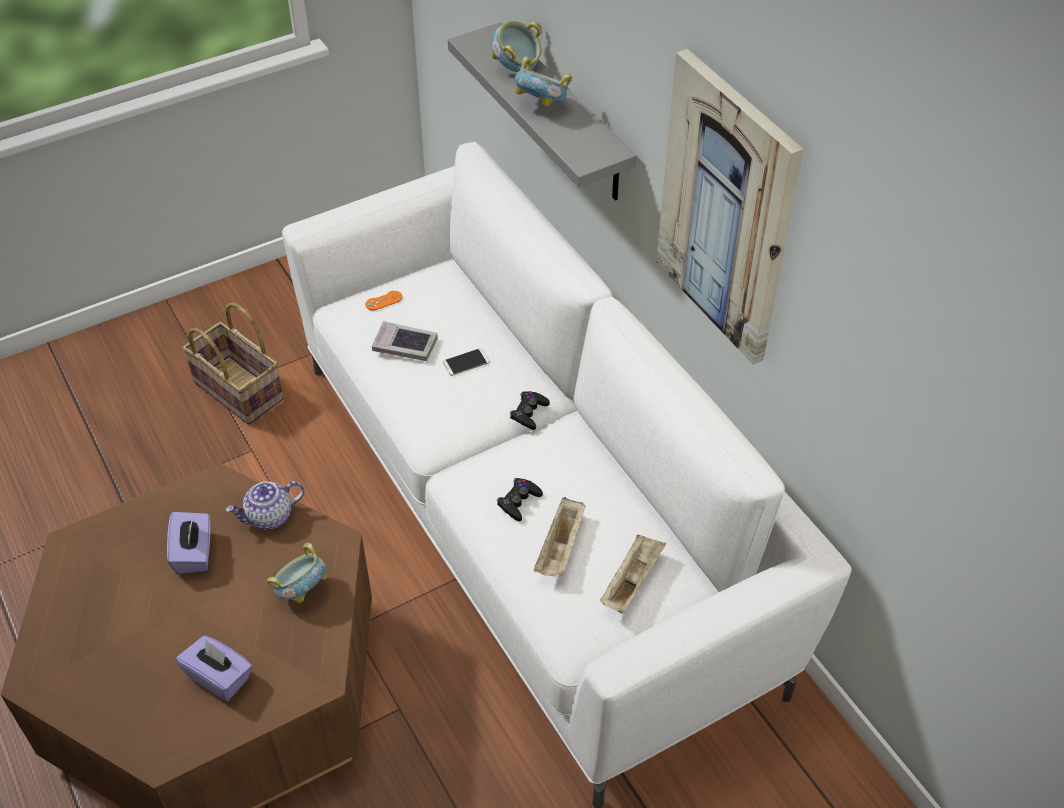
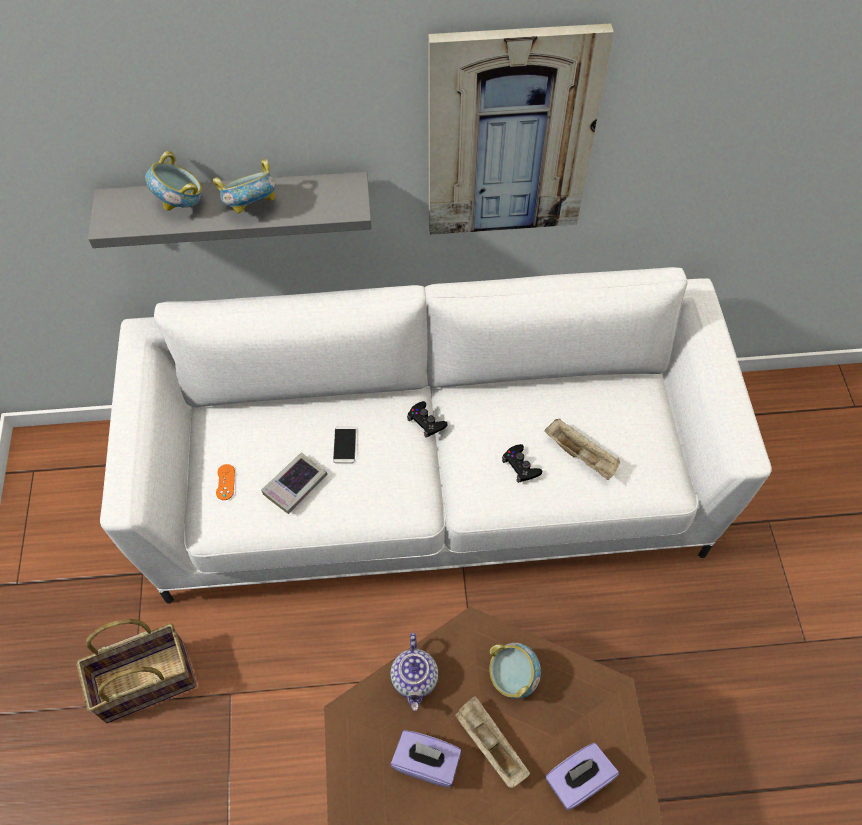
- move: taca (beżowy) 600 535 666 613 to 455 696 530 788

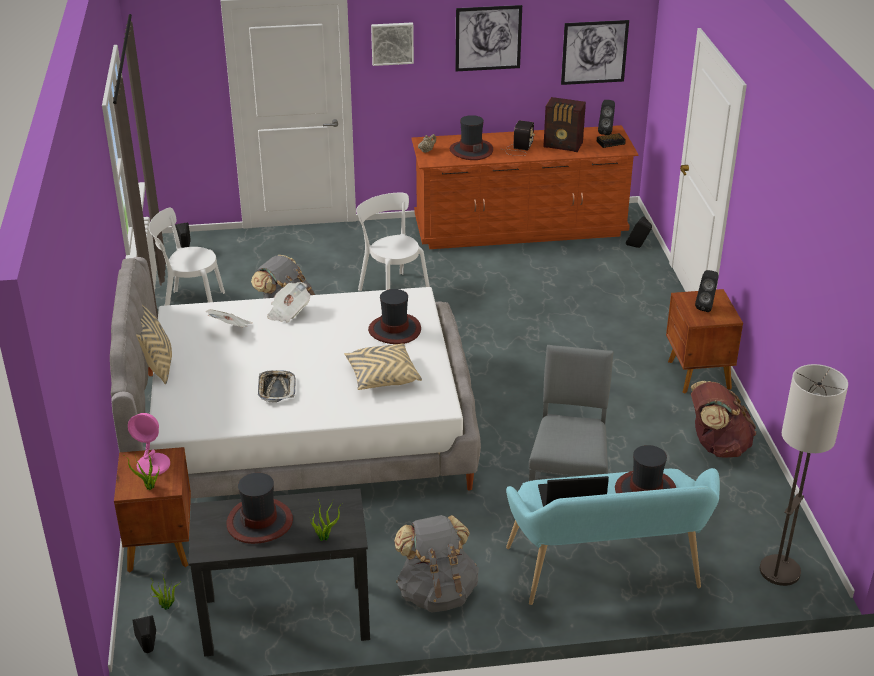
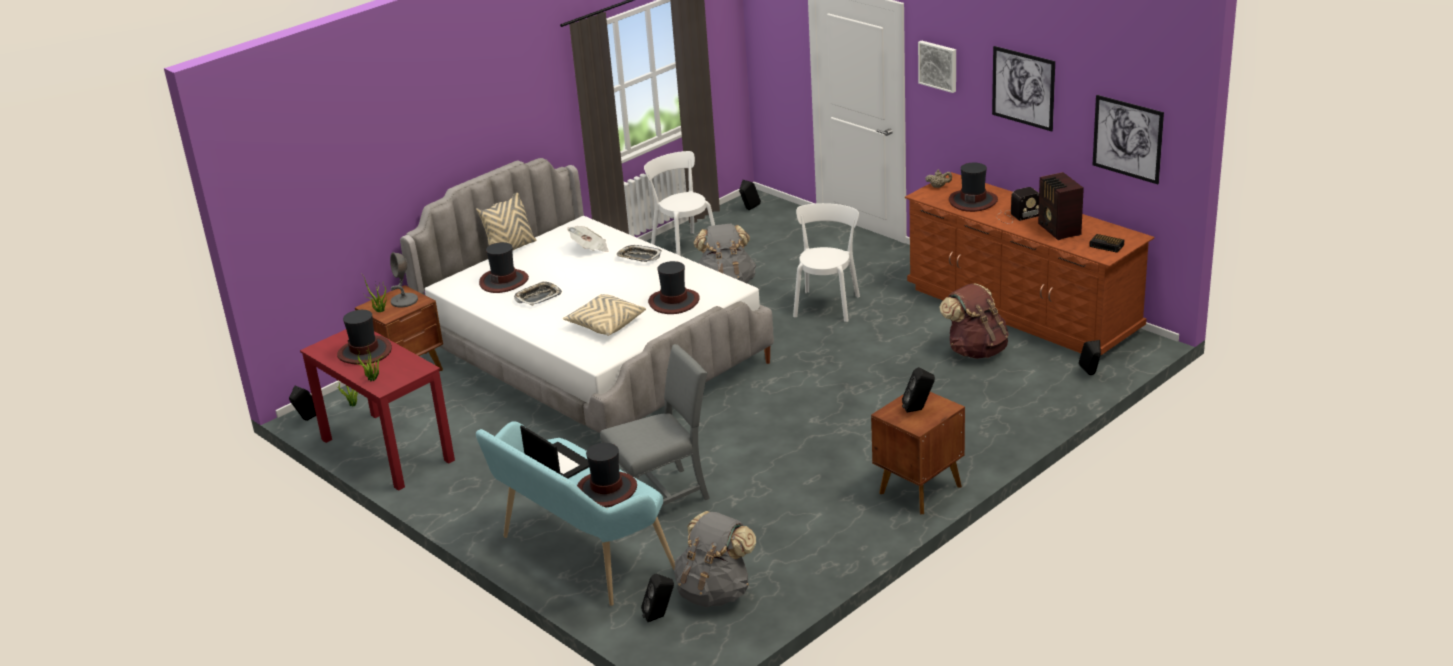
- recolor: lampa stołowa (różowy) 128 413 170 476 to lampa stołowa (szary) 390 252 418 308
- recolor: biurko (czarny) 188 489 370 657 to biurko (czerwony) 300 329 455 491
- replace: gazeta 267 282 310 323 to taca 617 245 662 262
- move: plecak (szary) 394 515 479 612 to 674 511 756 608
- move: głośnik (czarny) 598 100 615 135 to 641 574 674 622
- move: plecak (brązowy) 691 381 756 458 to 939 284 1009 359
- delete: lampa stojąca 760 364 848 586
- insert: kapelusz 479 242 529 293

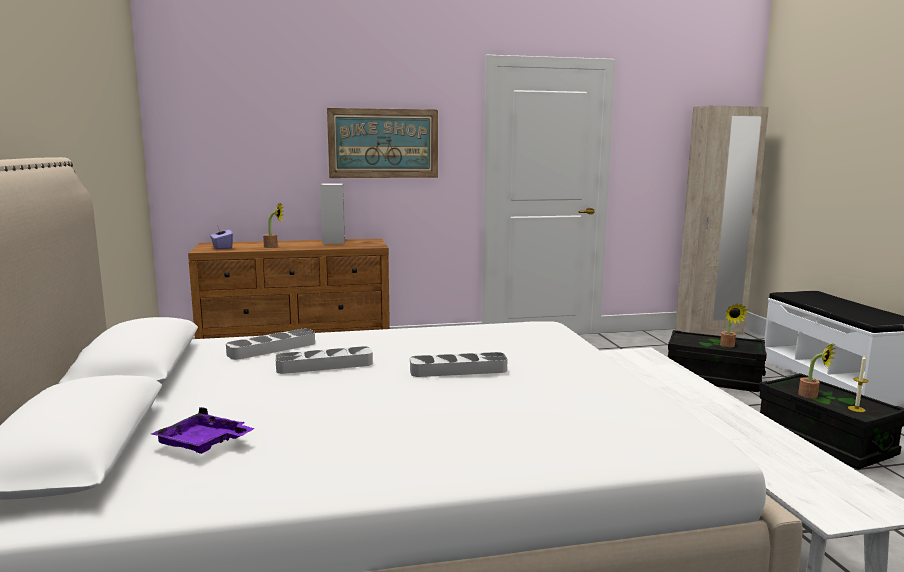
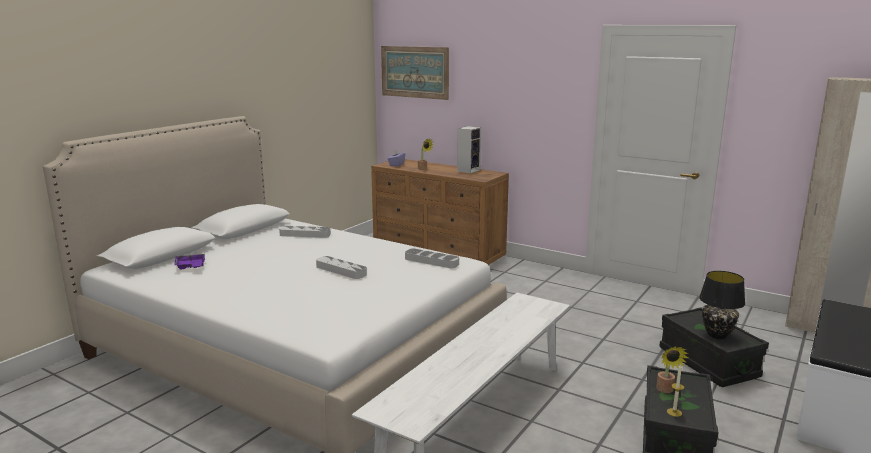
- move: taca (szary) 275 346 373 374 to 405 248 459 268
- move: obraz 327 108 438 178 to 381 46 449 100
- replace: roślina doniczkowa 720 304 748 347 to lampa stołowa (czarny) 699 271 745 339

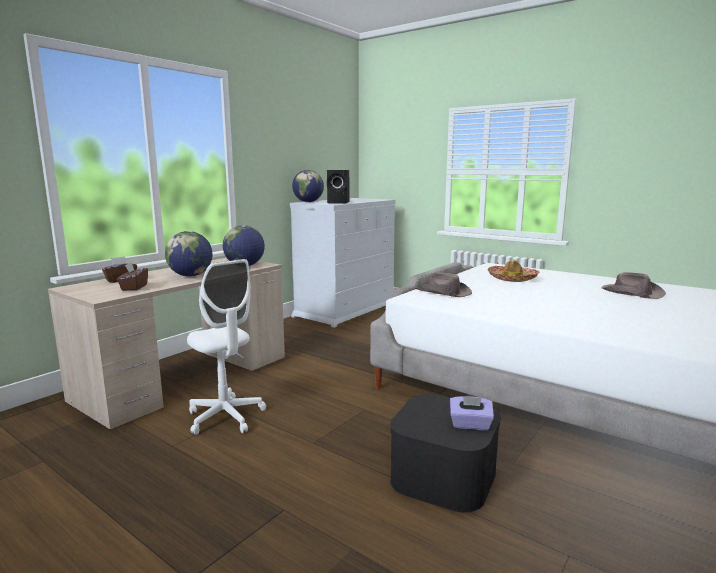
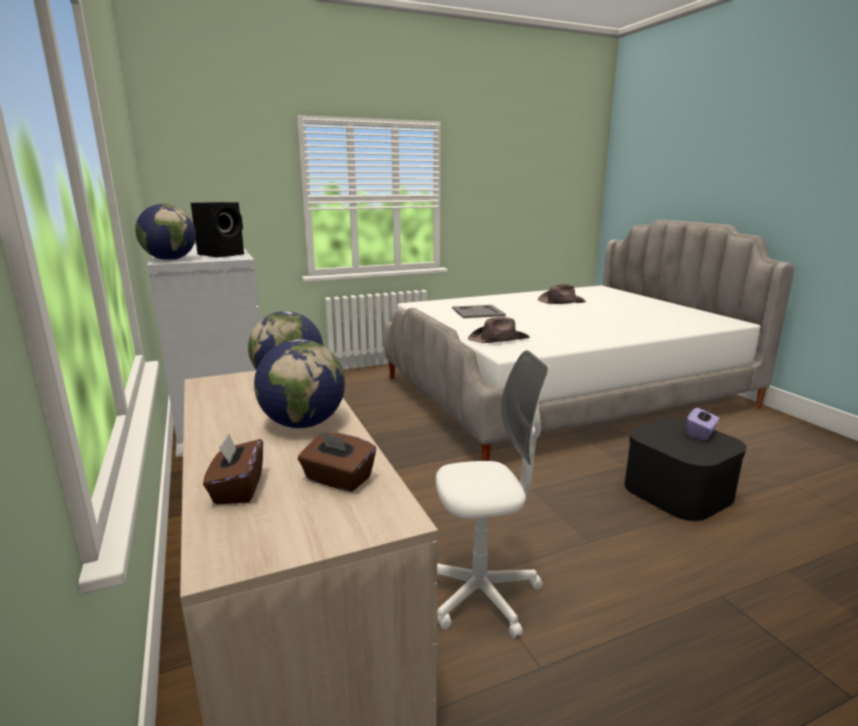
- replace: kapelusz 487 259 540 282 to taca (szary) 452 305 506 318

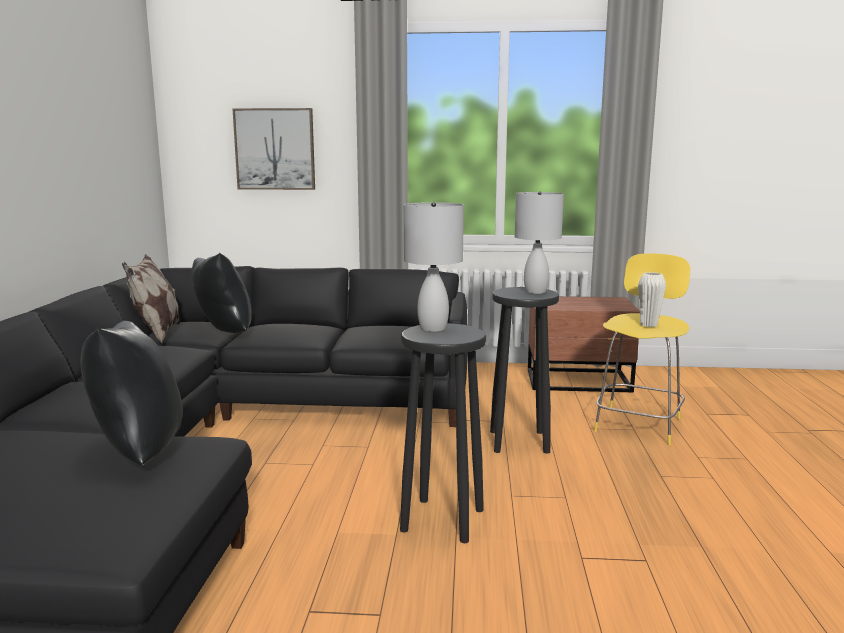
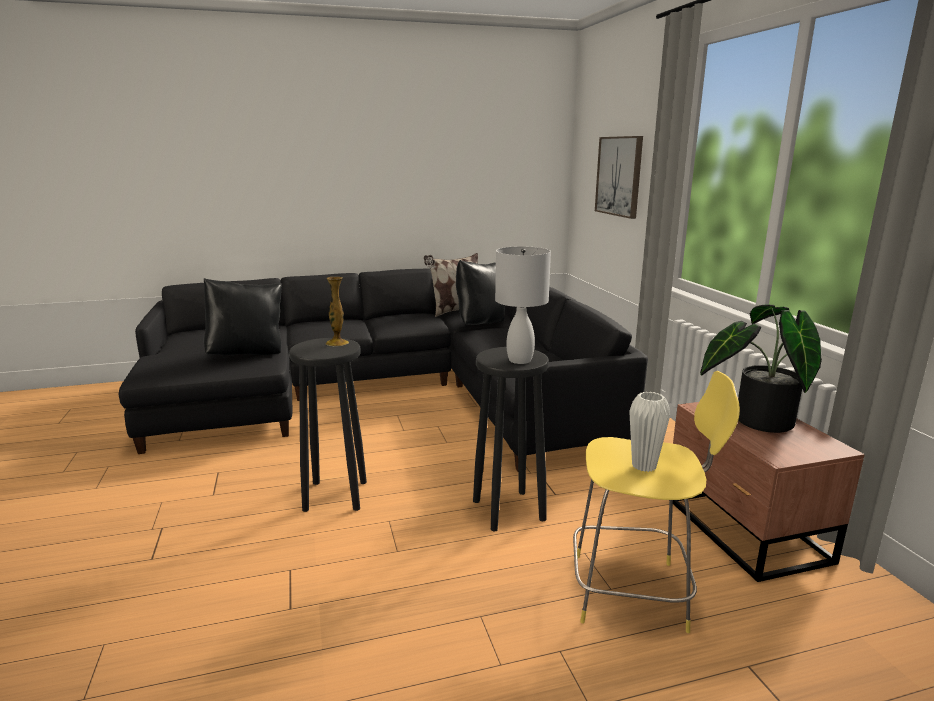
- replace: lampa stołowa (biały) 404 202 464 332 to wazon 326 277 349 346
- insert: roślina doniczkowa 700 305 822 433

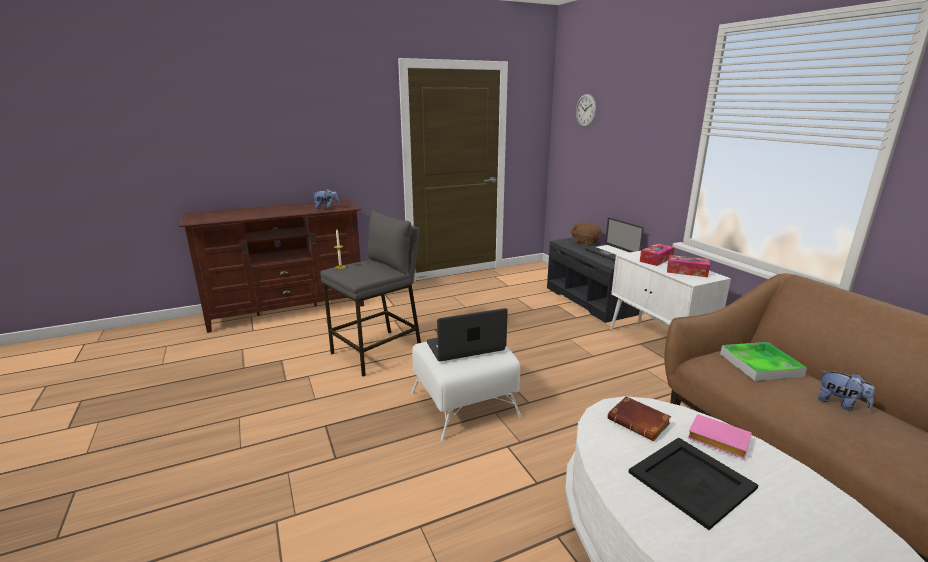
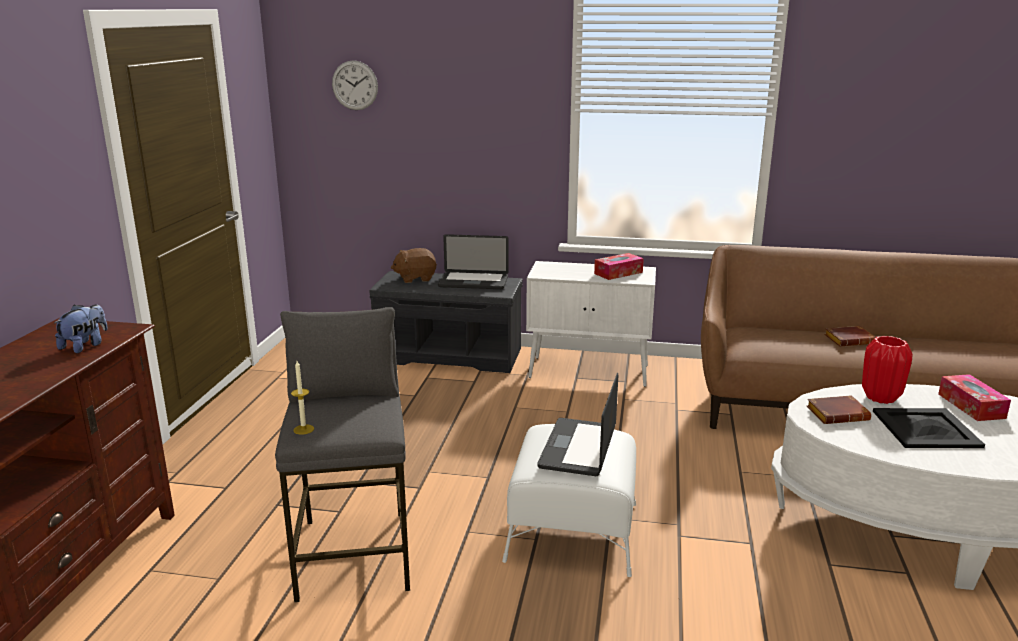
- move: pudełko chusteczek 640 243 675 266 to 938 374 1011 421
- replace: książka (różowy) 688 414 752 459 to wazon (czerwony) 862 336 913 404
- delete: taca 720 342 807 381
- replace: pluszak 818 371 875 410 to książka (brązowy) 824 326 876 346

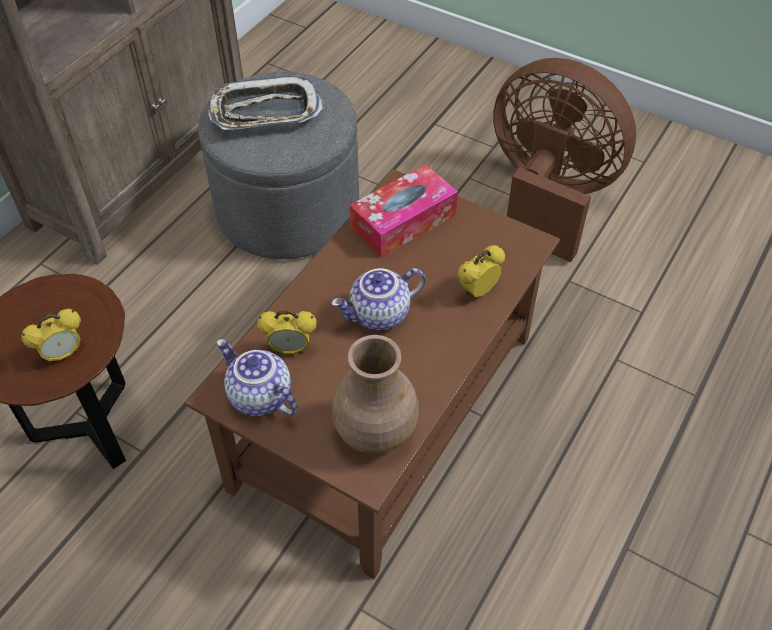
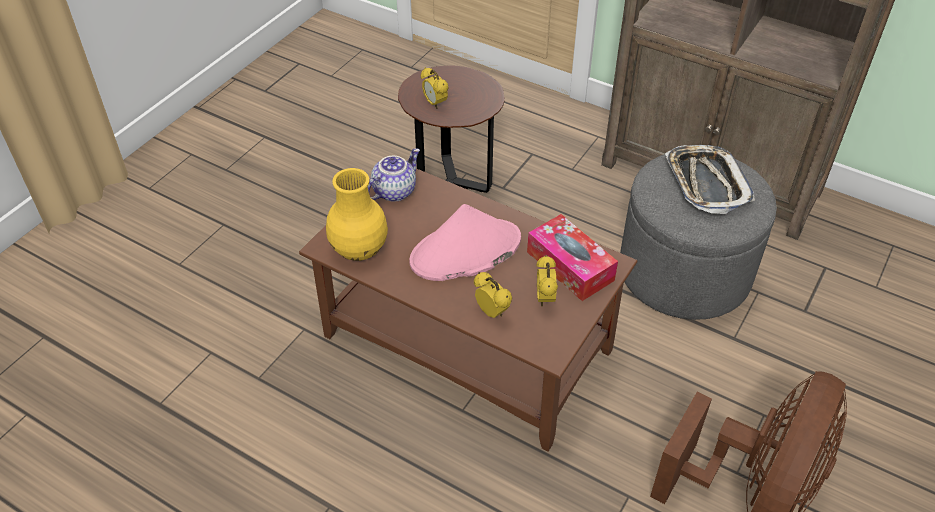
- move: budzik 257 310 317 354 to 537 255 558 306
- replace: imbryk 331 268 425 330 to kapelusz (różowy) 409 204 521 281
- recolor: wazon (brązowy) 332 335 419 454 to wazon (żółty) 326 168 388 261

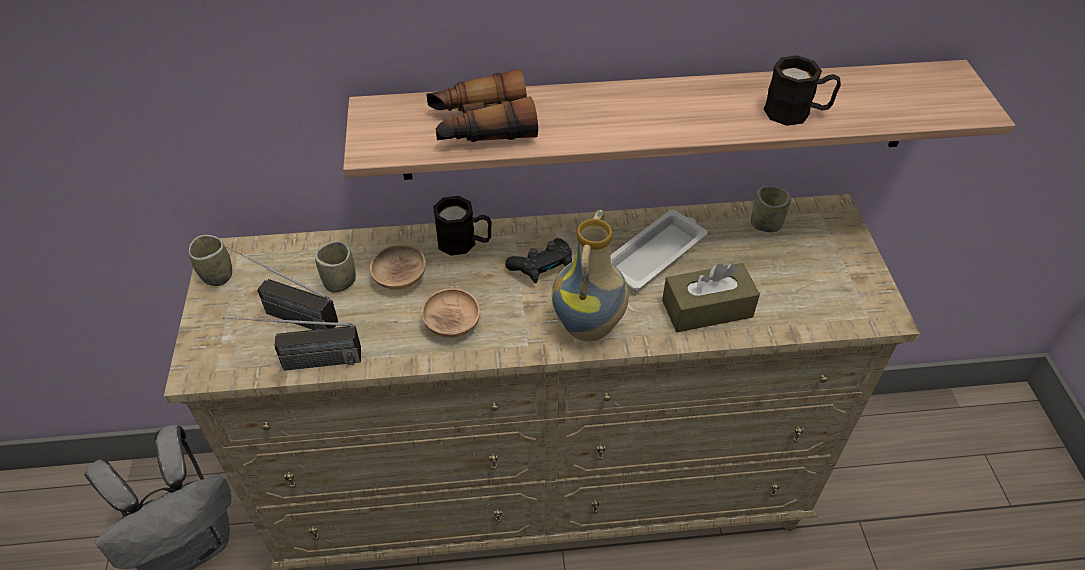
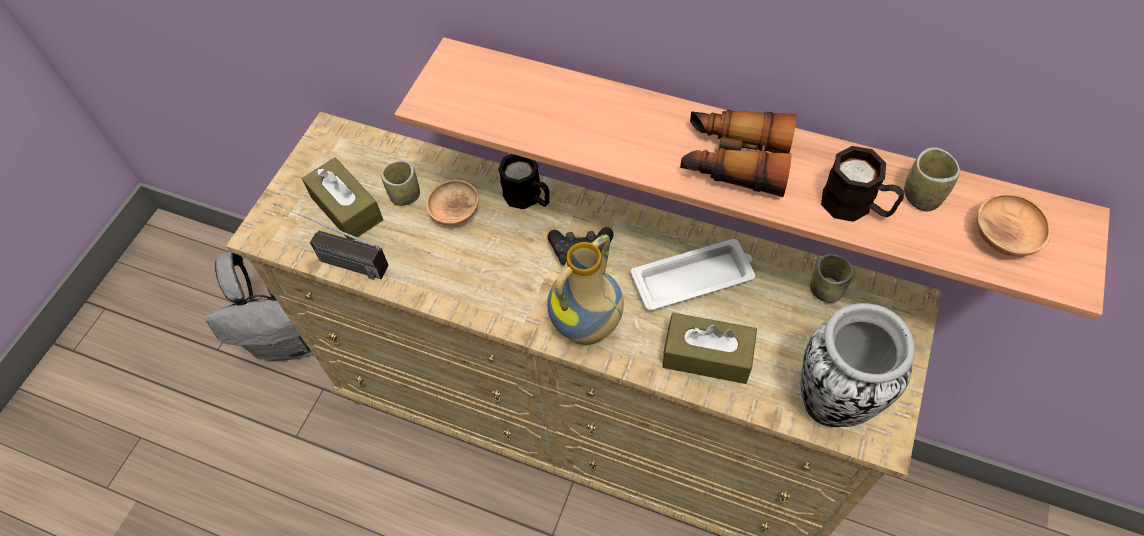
- move: filiżanka 189 235 232 286 to 904 147 960 211
- replace: radio 224 246 338 330 to pudełko chusteczek (brązowy) 302 157 383 240
- move: miska (brązowy) 421 288 480 338 to 977 193 1052 256
- move: lornetka 426 68 538 142 to 680 109 796 197
- insert: wazon 801 303 915 427

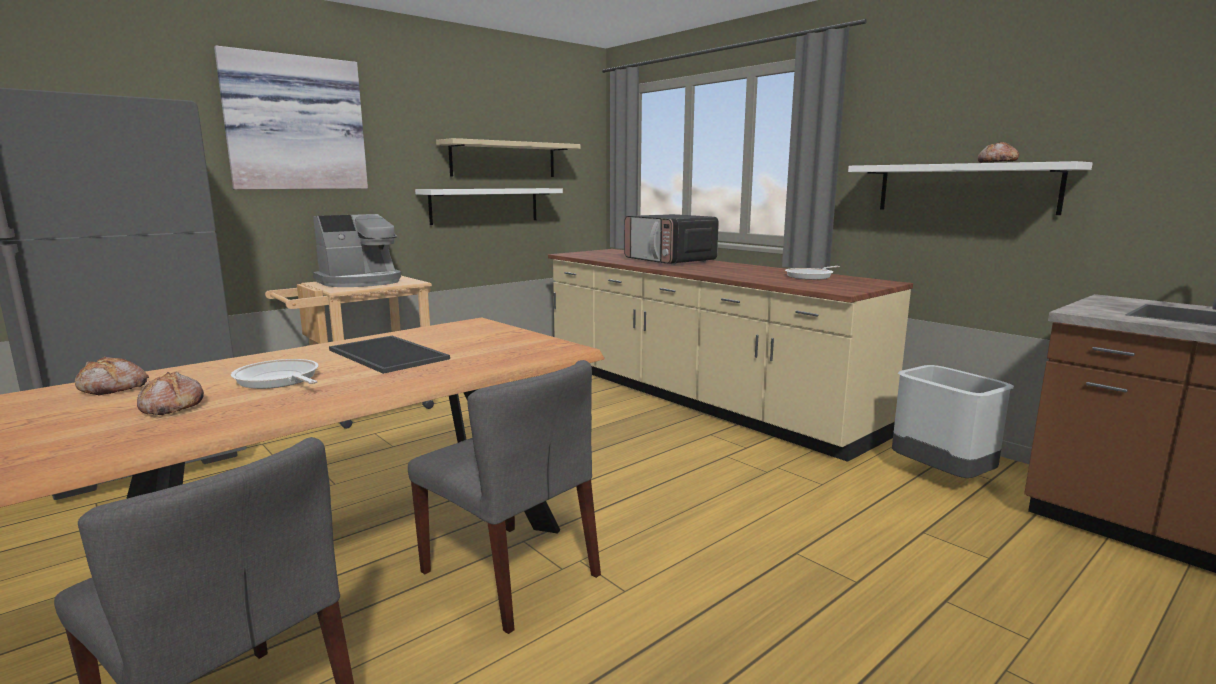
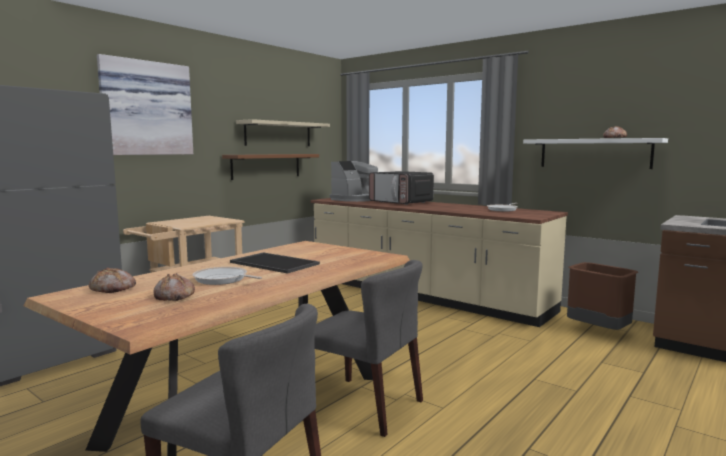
- move: ekspres do kawy 313 214 401 287 to 330 161 378 202
- recolor: półka (biały) 415 188 563 225 to półka (brązowy) 222 154 319 180
- recolor: kosz na śmieci (szary) 892 365 1014 478 to kosz na śmieci (brązowy) 567 262 638 330

